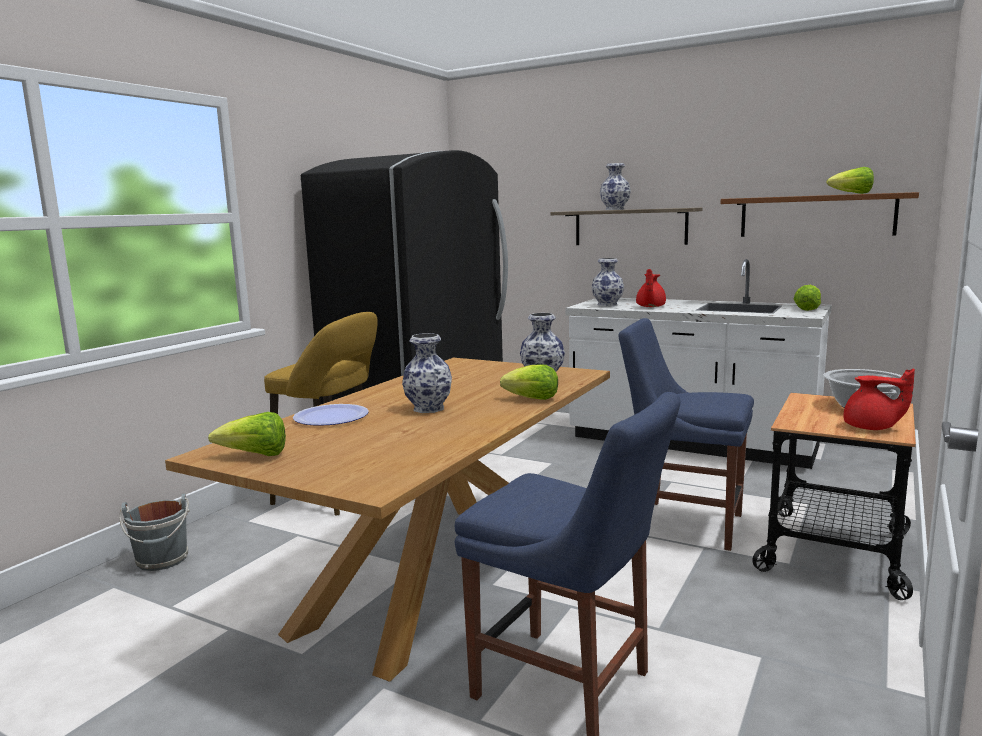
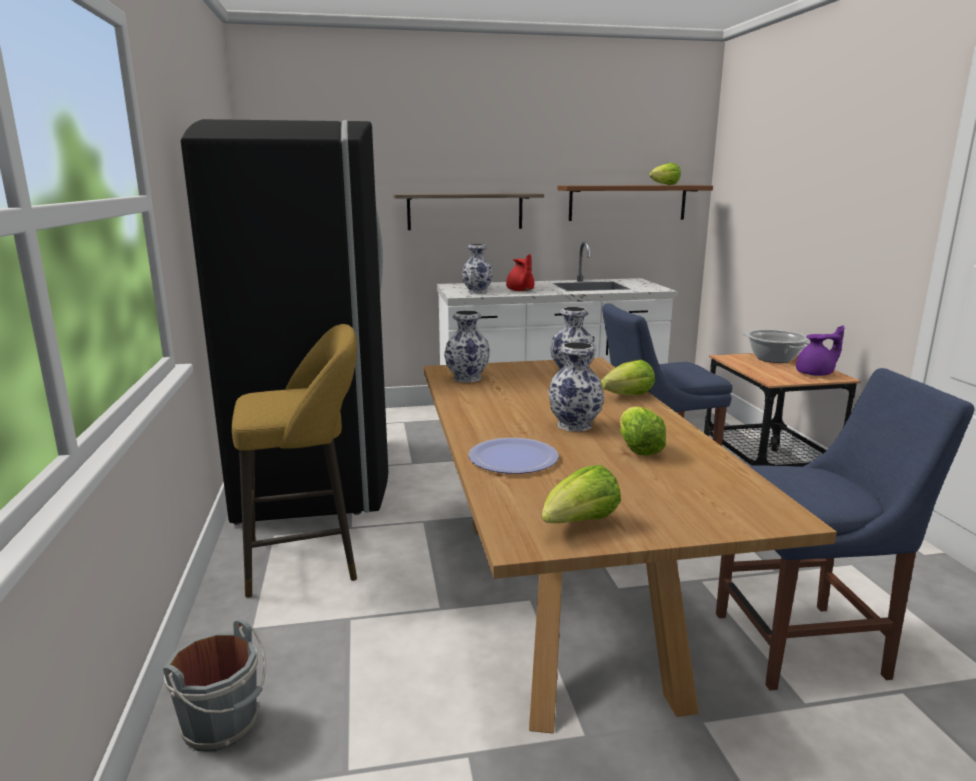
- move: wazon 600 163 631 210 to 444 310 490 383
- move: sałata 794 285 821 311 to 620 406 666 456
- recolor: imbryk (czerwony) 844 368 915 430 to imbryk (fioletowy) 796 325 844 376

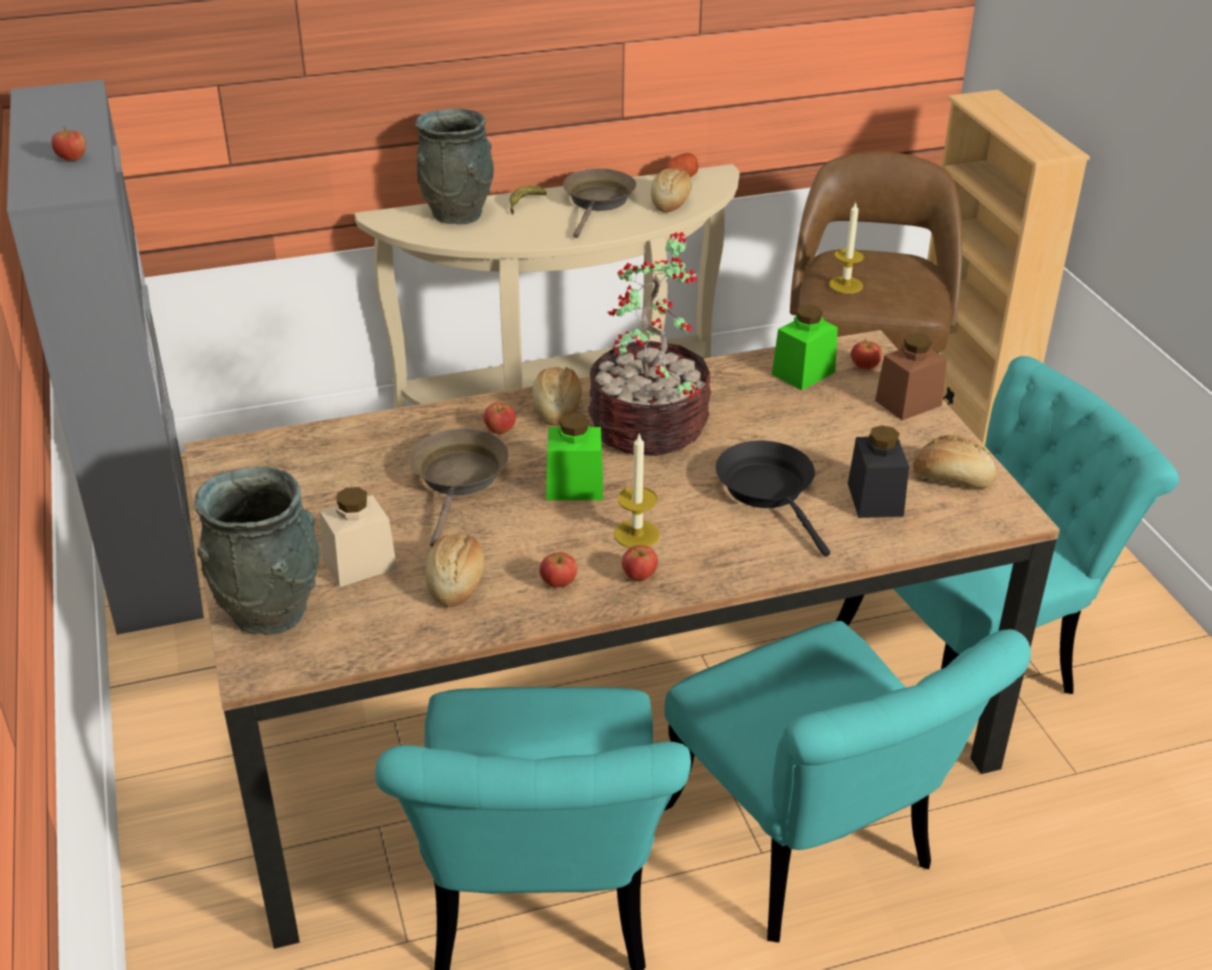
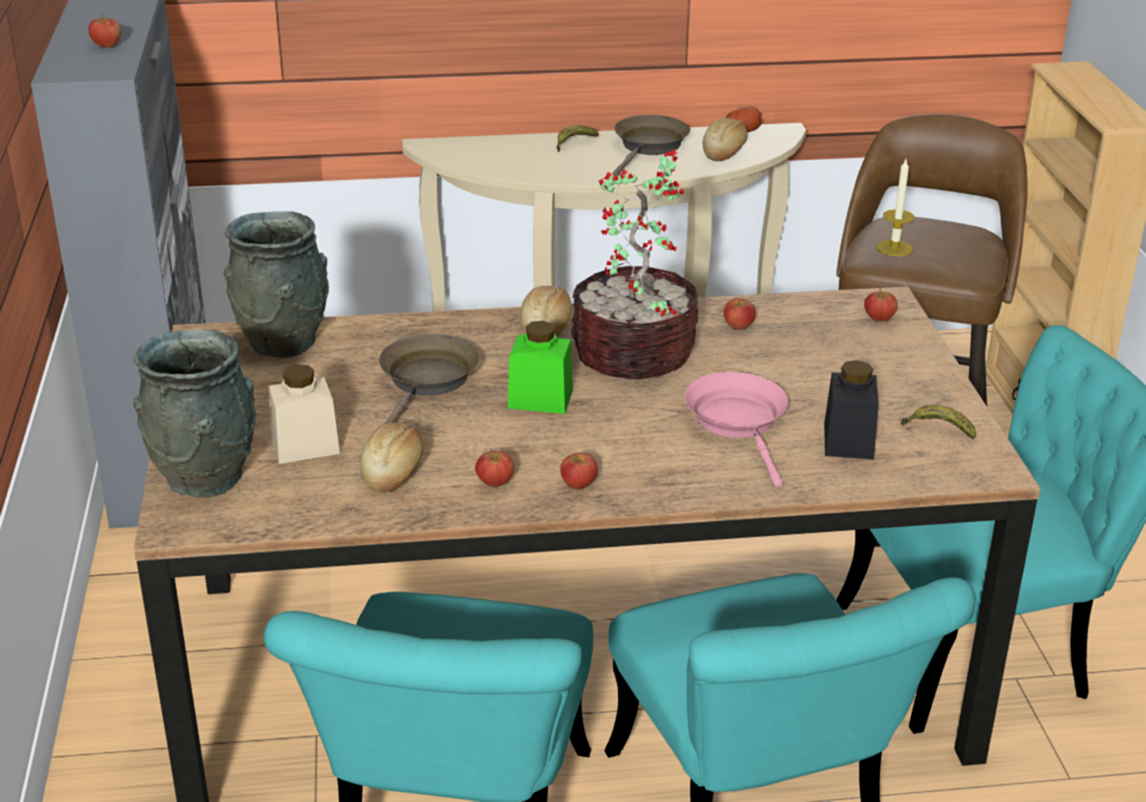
- move: wazon (szary) 415 108 494 224 to 224 211 329 358
- move: jabłko 484 402 516 435 to 724 298 756 330
- delete: świeca 614 434 660 548
- recolor: patelnia (czarny) 716 441 830 557 to patelnia (różowy) 684 372 788 487
- delete: słoik (zielony) 772 305 838 391
- delete: słoik (brązowy) 875 333 947 420
- replace: chleb 913 435 997 489 to banan 901 405 976 439

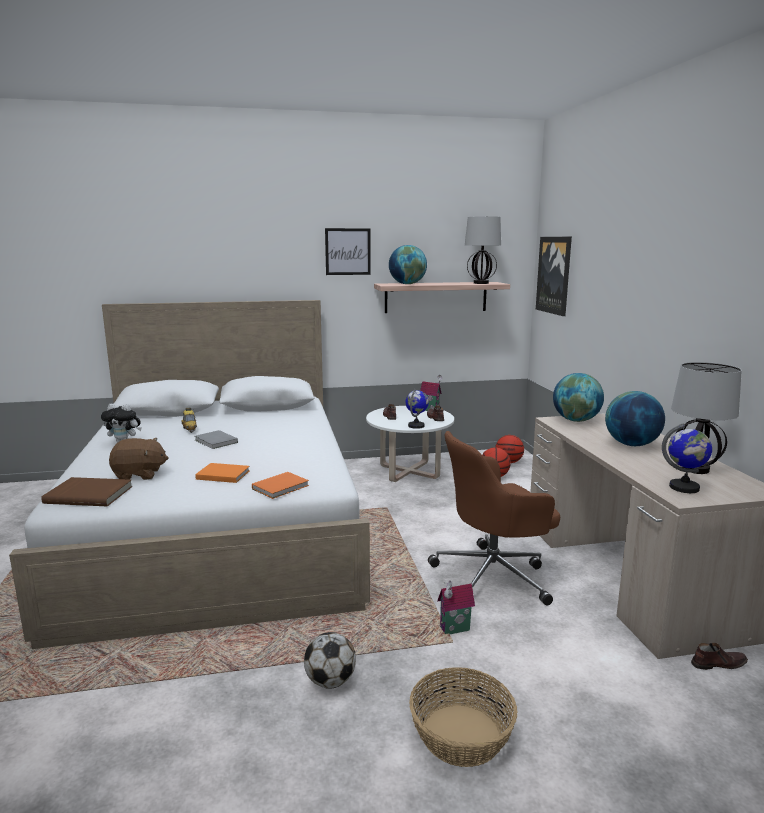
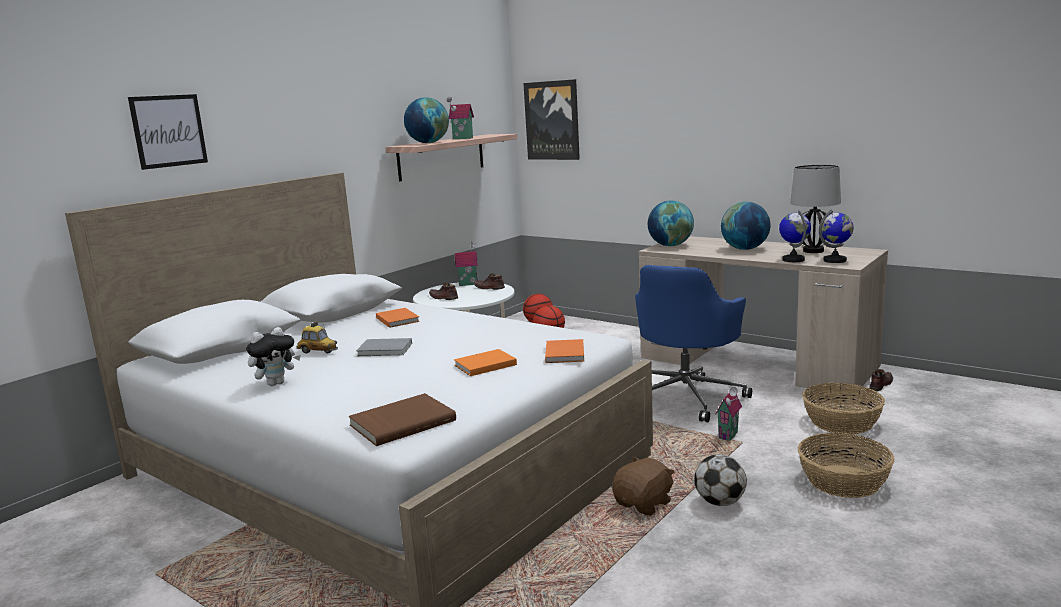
- move: pluszak (brązowy) 109 438 168 480 to 612 457 675 516
- move: obraz 325 228 371 275 to 128 94 208 170
- move: globus 405 389 429 429 to 779 210 811 262
- recolor: krzesło biurowe (brązowy) 428 431 560 605 to krzesło biurowe (niebieski) 635 265 752 422
- delete: lampa stołowa 465 216 501 284
- insert: książka (pomarańczowy) 376 308 420 328
- insert: domek 447 96 474 139
- insert: koszyk 802 383 885 434

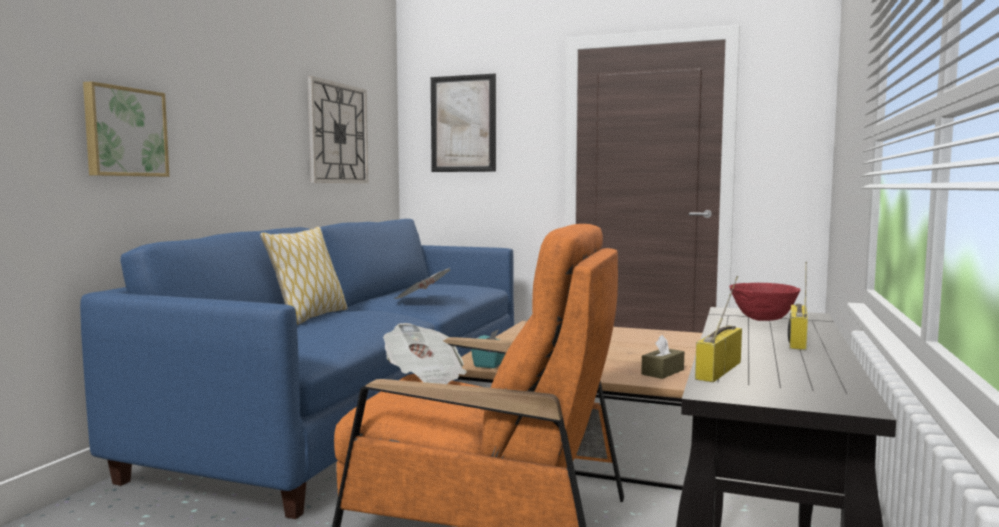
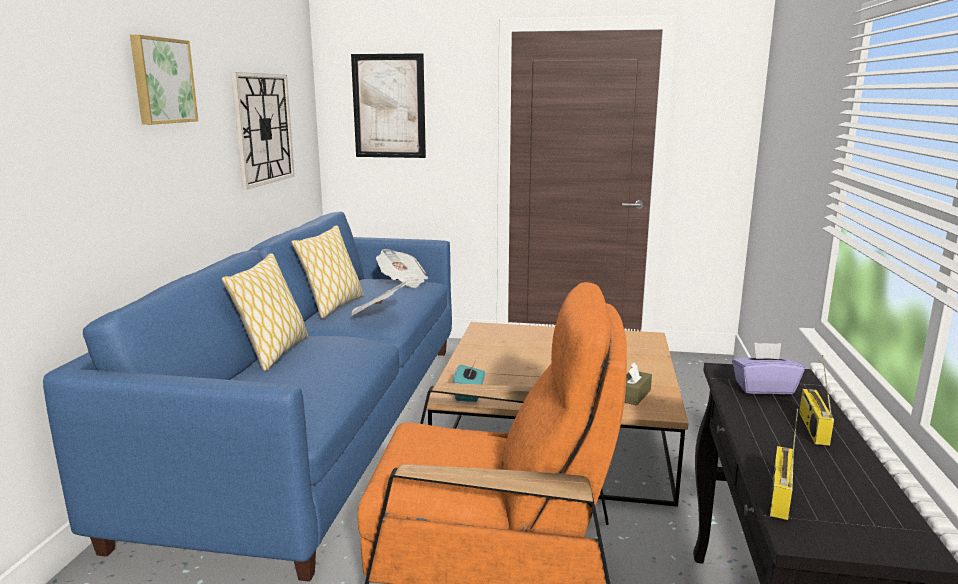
- move: obraz 83 81 169 177 to 130 35 198 125
- move: gazeta 383 323 467 384 to 376 249 428 288
- replace: miska (czerwony) 729 283 800 321 to pudełko chusteczek (fioletowy) 732 342 805 394
- insert: poduszka 291 225 364 319

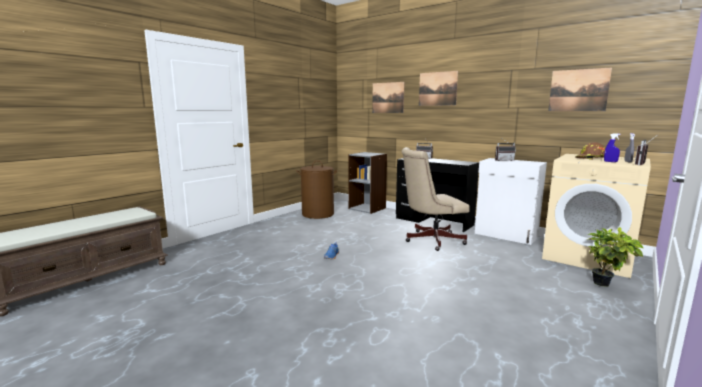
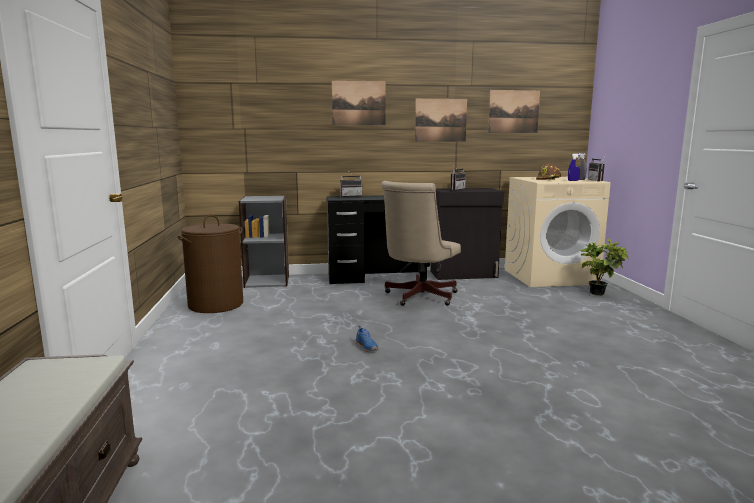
- move: obraz 372 82 405 113 to 415 98 467 142
- recolor: szafka (biały) 475 158 547 245 to szafka (czarny) 430 188 504 280

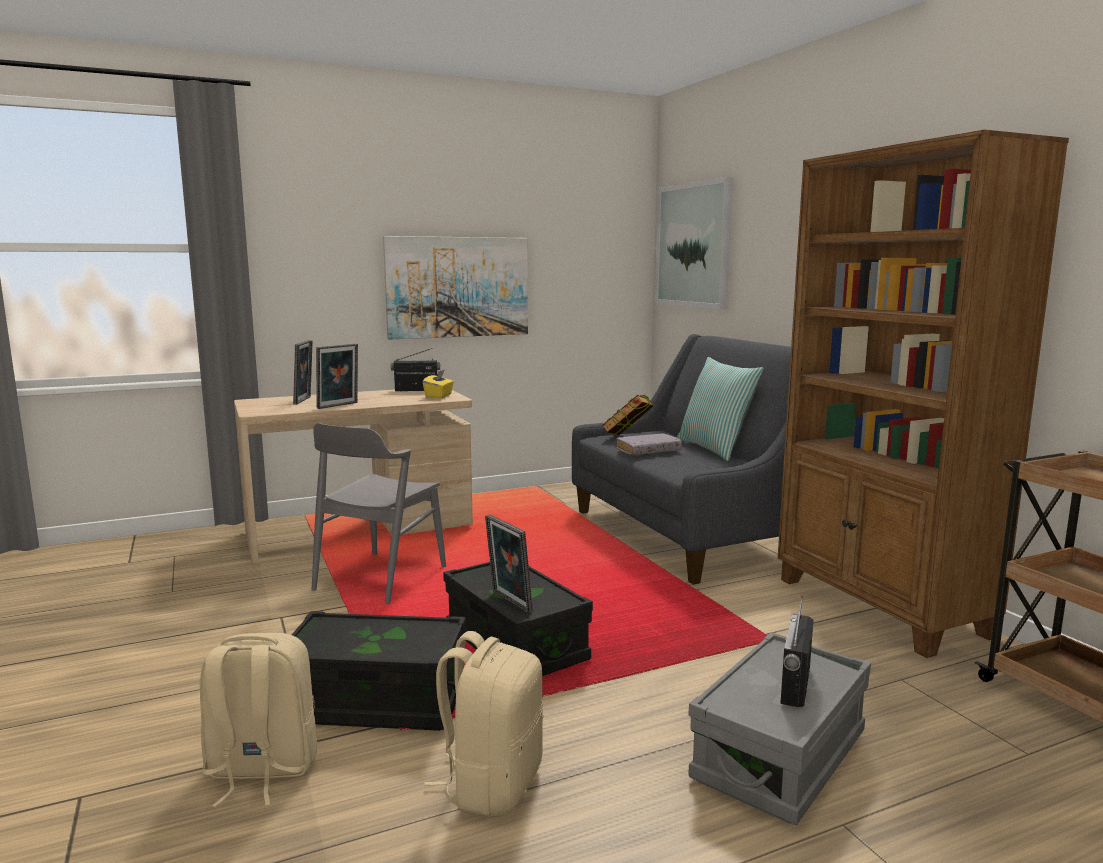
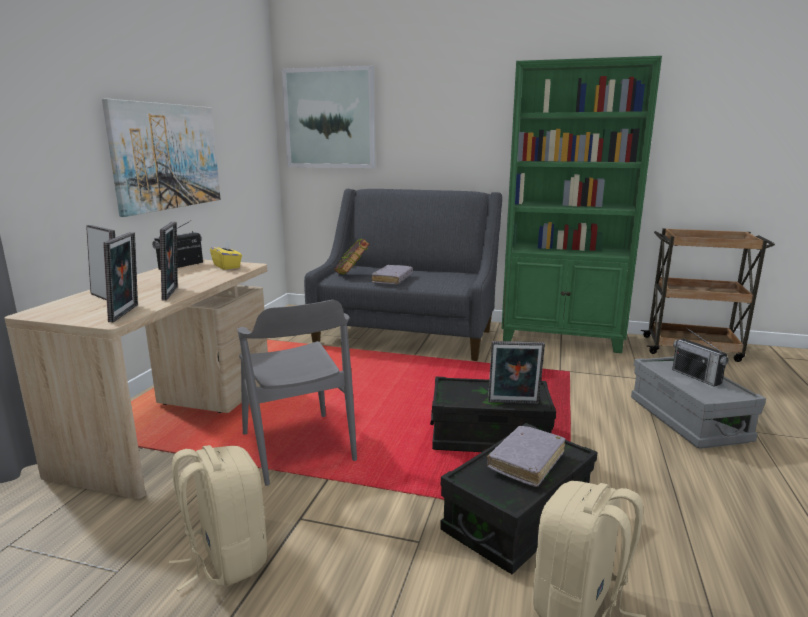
- move: plecak (beżowy) 424 631 543 817 to 169 445 267 591
- delete: poduszka 677 357 763 461
- recolor: regał (brązowy) 778 130 1069 658 to regał (zielony) 502 56 662 353
- insert: ramka na zdjęcie 103 232 138 323
- insert: książka (szary) 487 426 566 487

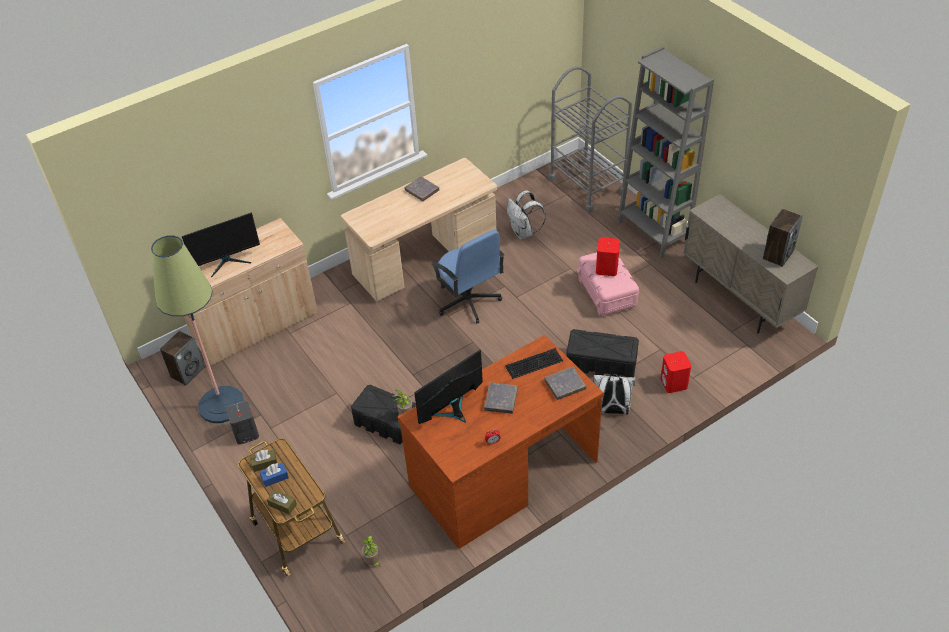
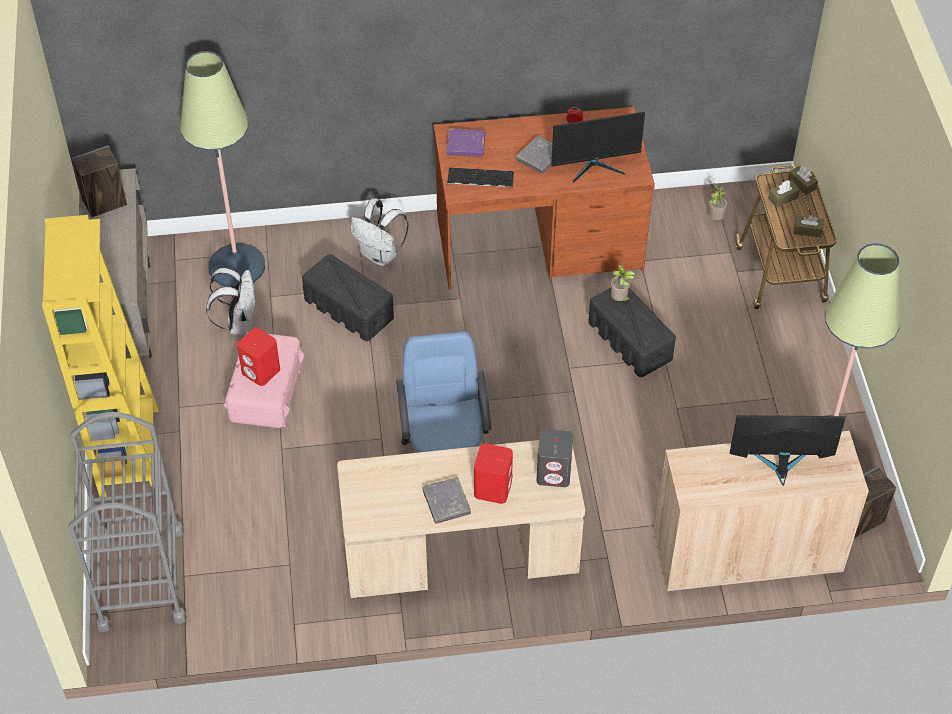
- move: głośnik (szary) 226 401 259 445 to 537 429 573 487
- delete: pudełko chusteczek (niebieski) 260 463 289 487
- move: plecak (biały) 507 190 546 239 to 206 268 257 334
- recolor: książka (szary) 544 367 586 400 to książka (fioletowy) 446 128 485 157
- recolor: regał (szary) 617 46 714 258 to regał (żółty) 42 215 159 497
- move: głośnik (czerwony) 661 351 691 393 to 474 443 513 504
- insert: lampa stojąca 180 51 265 288
- insert: pudełko chusteczek (brązowy) 768 180 800 207

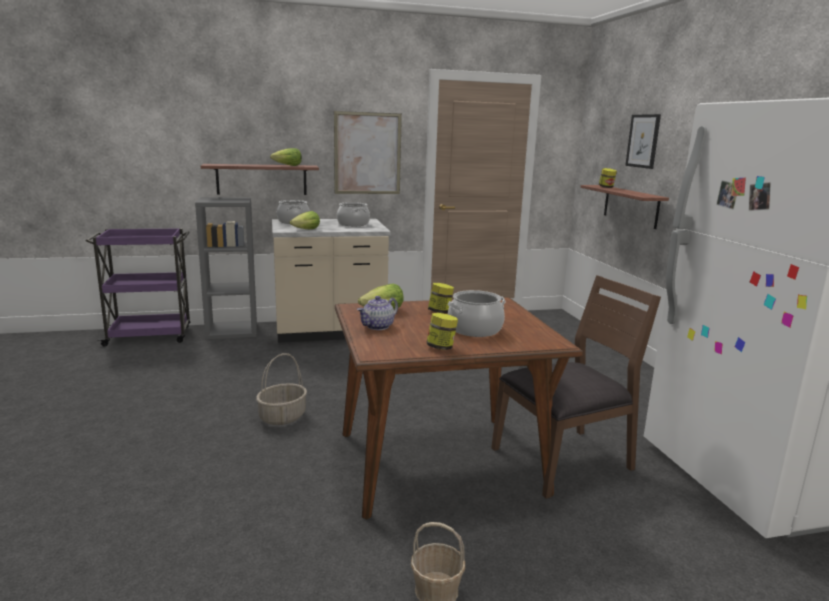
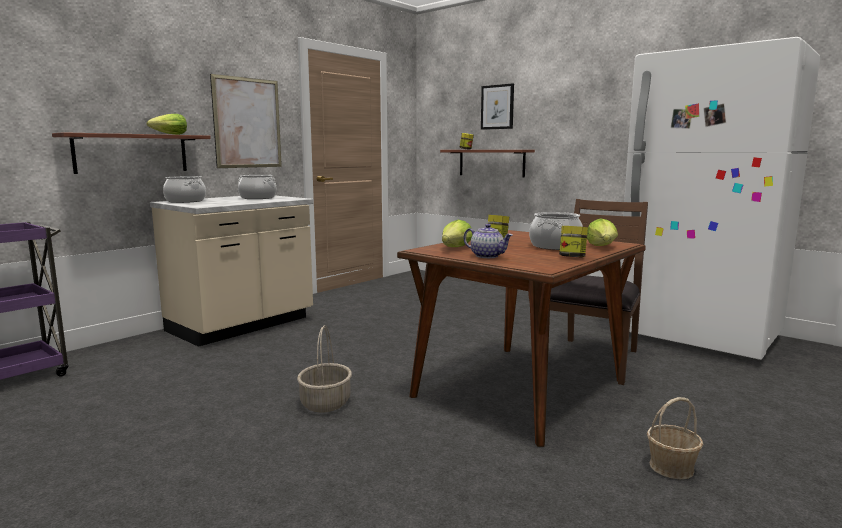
- delete: regał (szary) 195 197 257 339
- move: sałata 290 211 320 229 to 587 218 618 246
- rotate: imbryk 357 296 398 330 = 463 224 513 258 60 degrees counterclockwise

